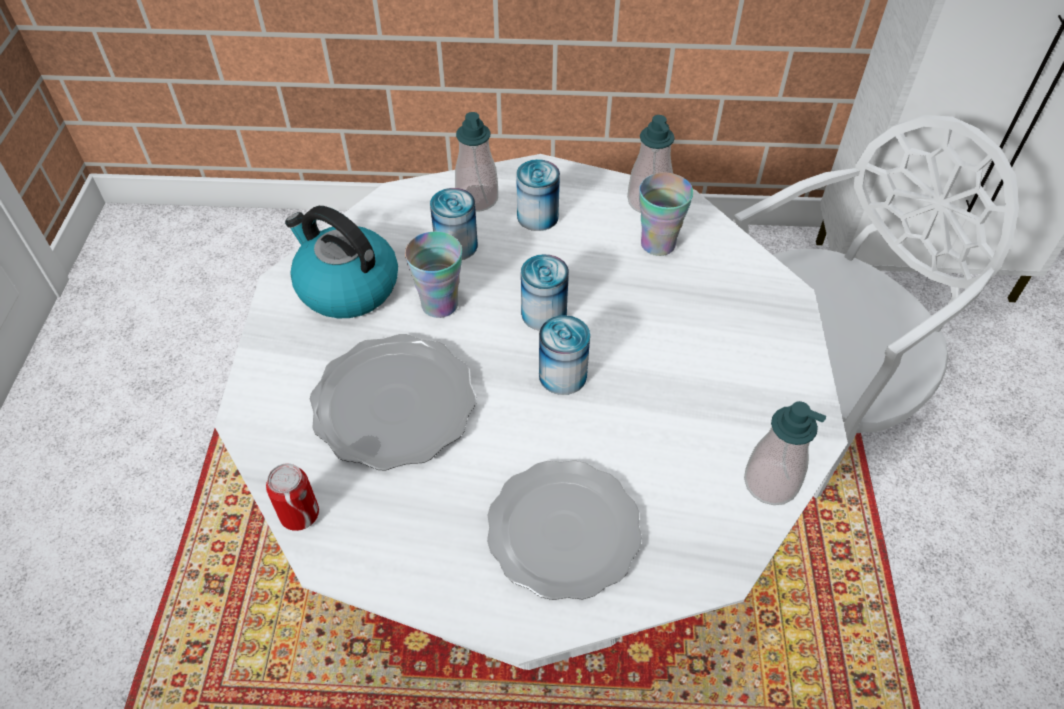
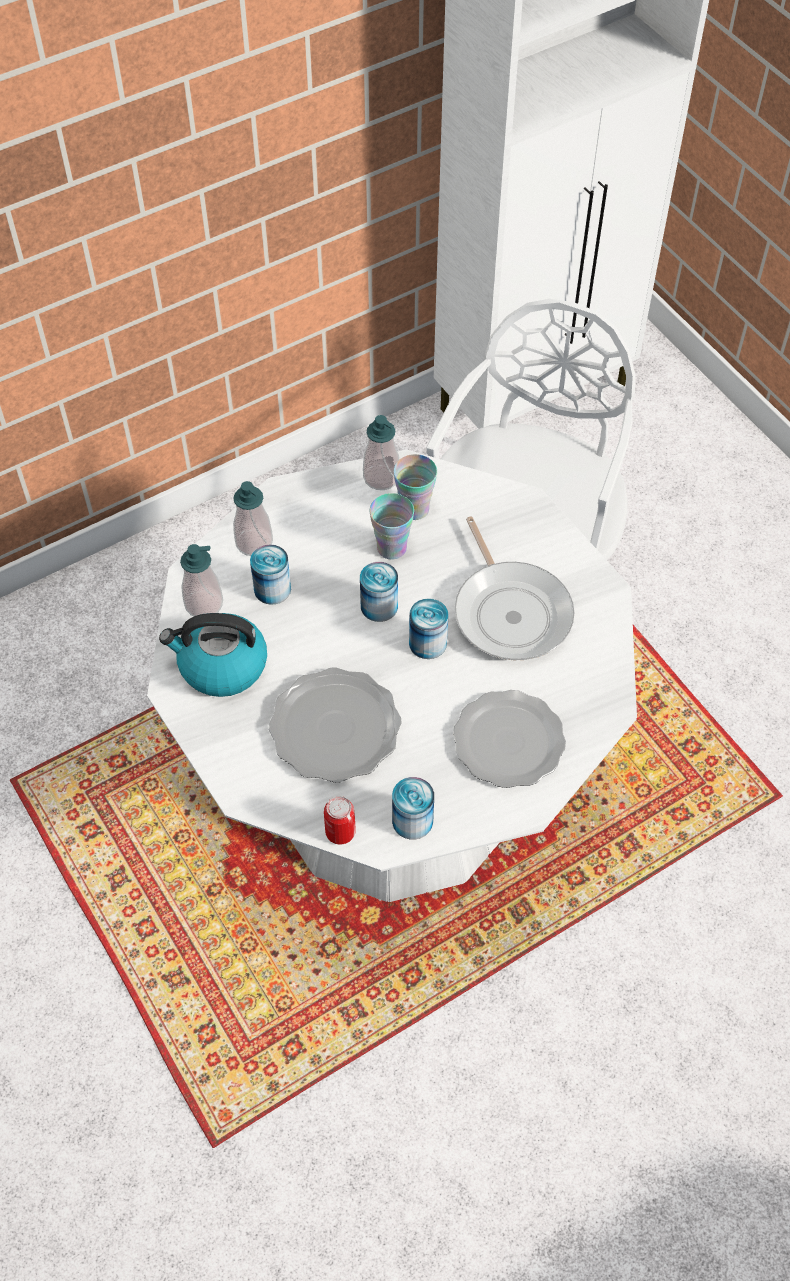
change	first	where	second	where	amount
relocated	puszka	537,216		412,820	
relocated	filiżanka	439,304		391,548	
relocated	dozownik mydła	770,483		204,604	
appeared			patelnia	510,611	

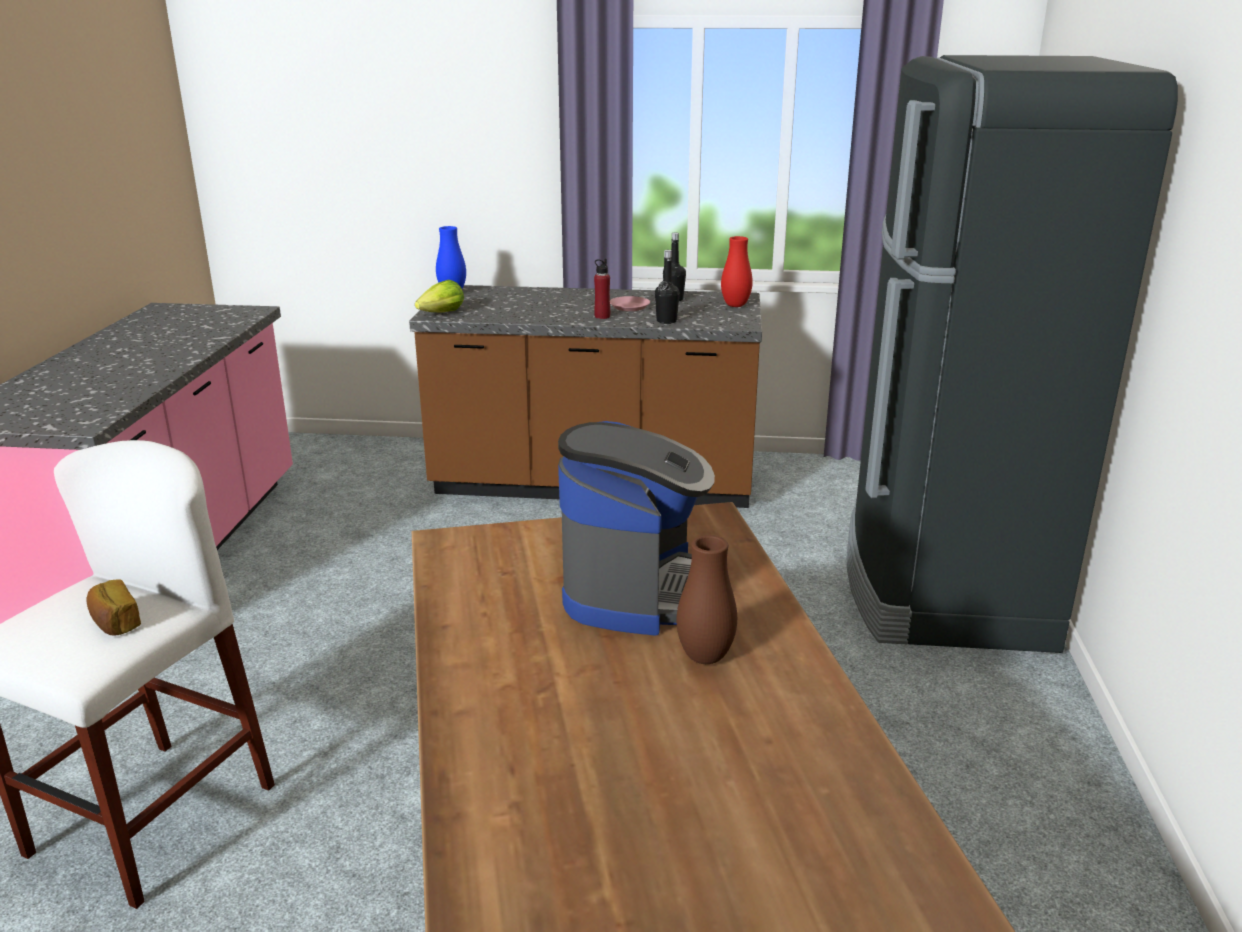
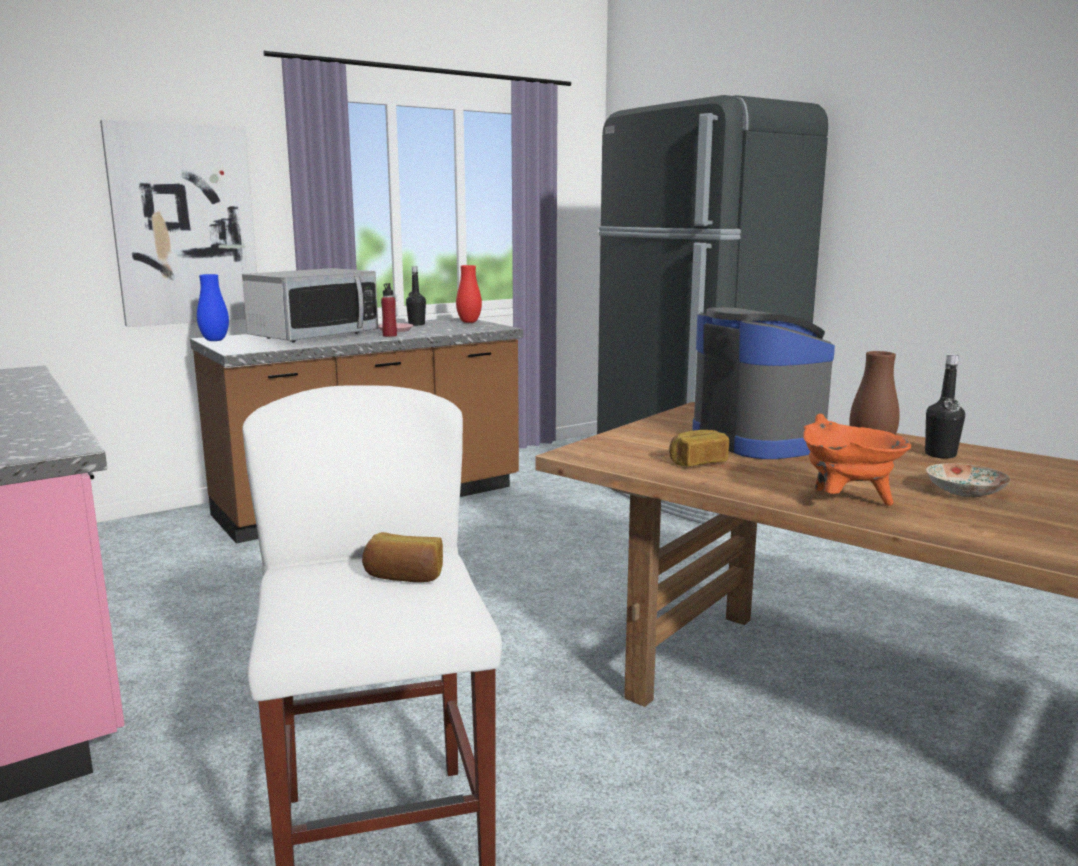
change	first	where	second	where	amount
relocated	butelka/czarny	666,321		940,455	
missing	sałata	442,314			
appeared			obraz	184,225	
appeared			mikrofalówka	314,335	
appeared			garnek/pomarańczowy	847,503	
appeared			chleb	697,462	
appeared			talerz	965,492	

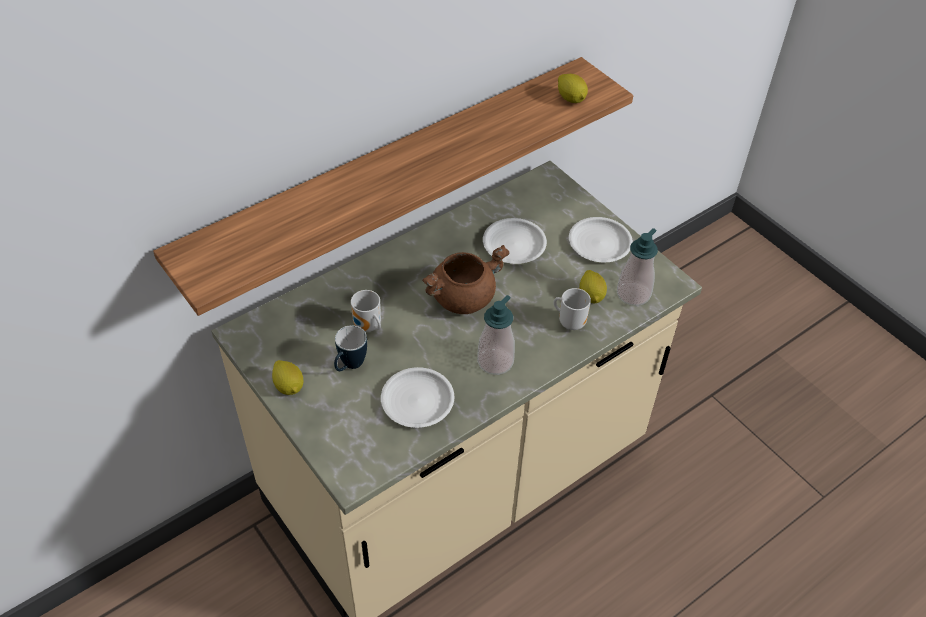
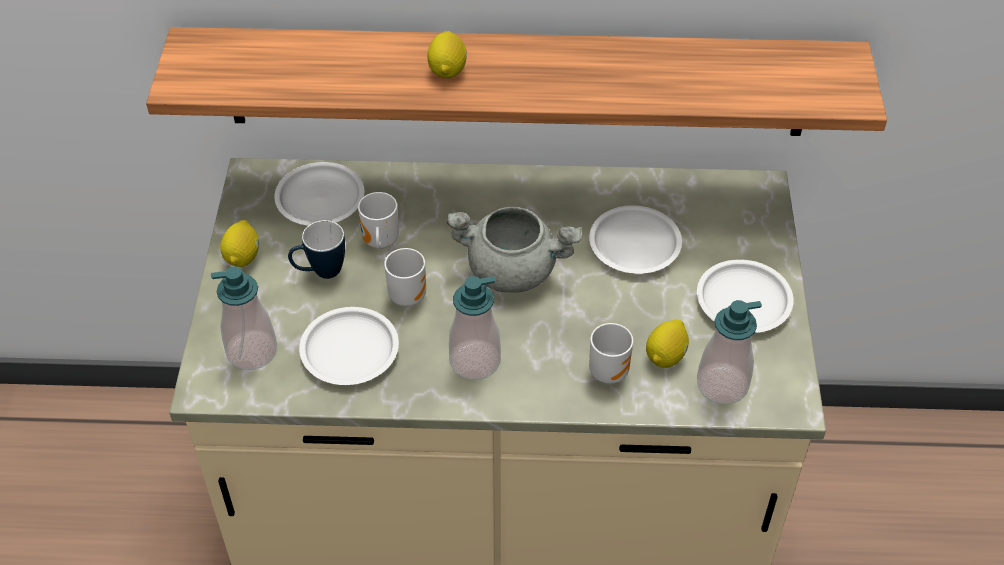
change	first	where	second	where	amount
relocated	cytryna	571,99		448,70	
colour	garnek/brązowy	463,297	garnek/szary	513,270	
appeared			talerz/biały	319,199	
appeared			kubek	406,295	
appeared			dozownik mydła	252,351	

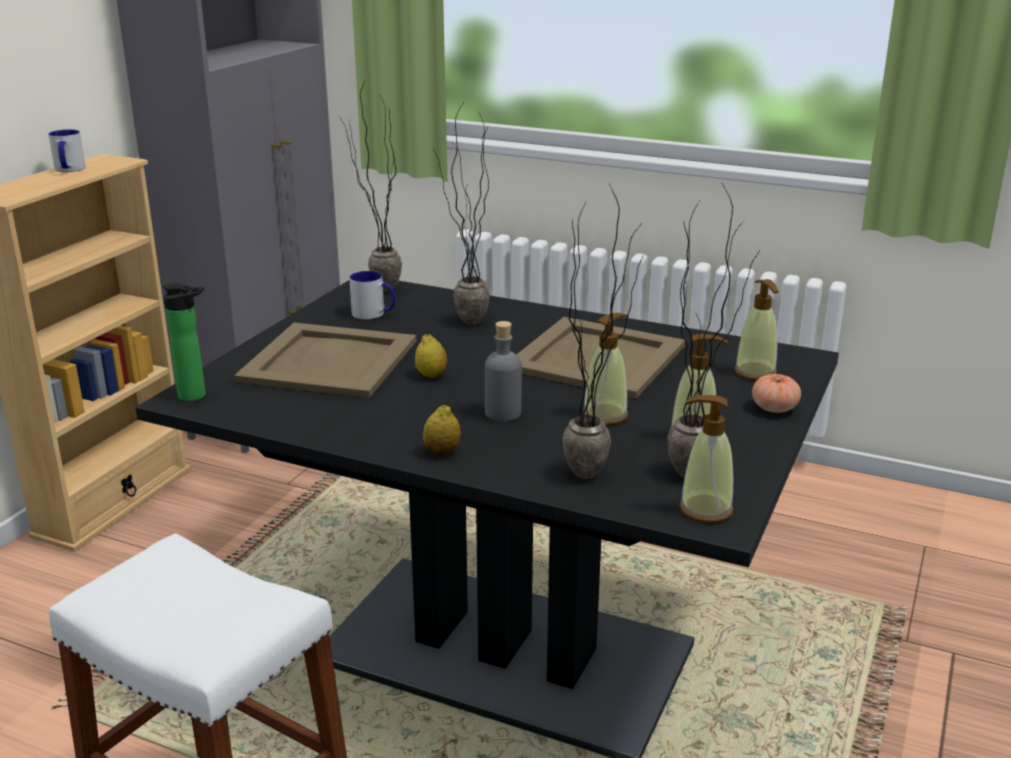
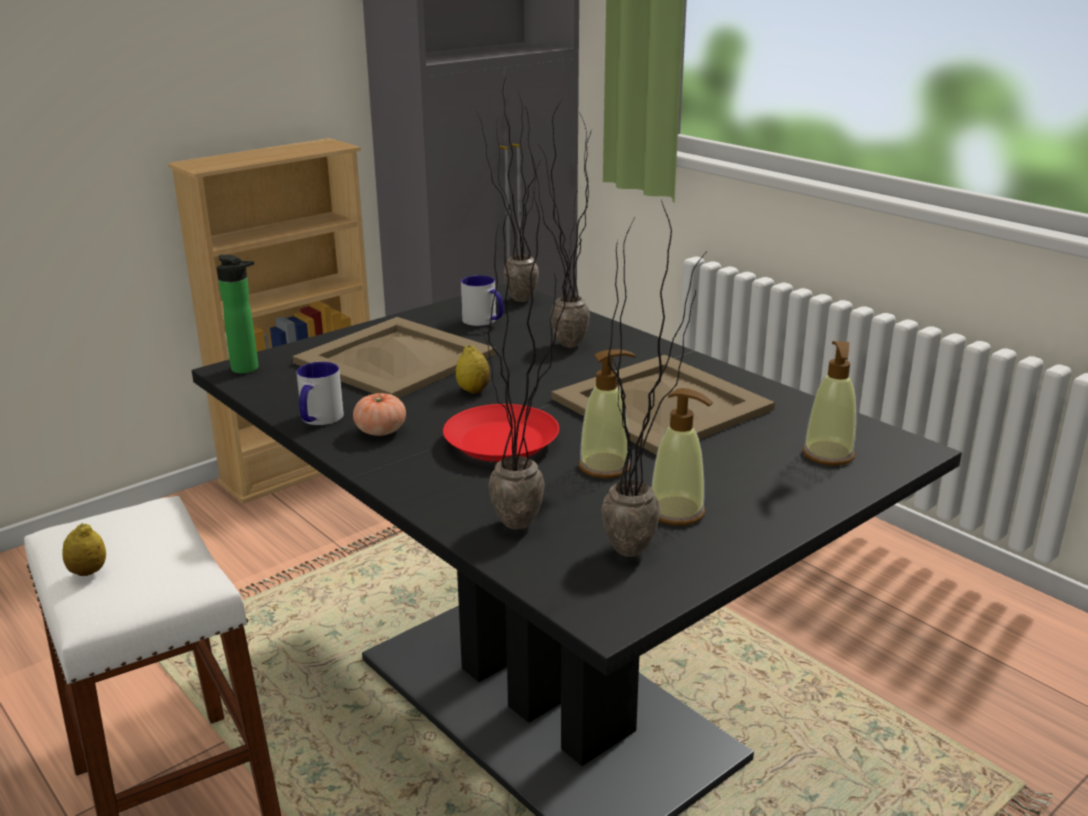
change	first	where	second	where	amount
relocated	kubek	69,170		318,420	
exchanged	butelka/szary	503,413	talerz/czerwony	502,442	
relocated	pomidor	774,408		380,431	
missing	dozownik mydła	705,510			
relocated	cytryna	442,452		88,572	

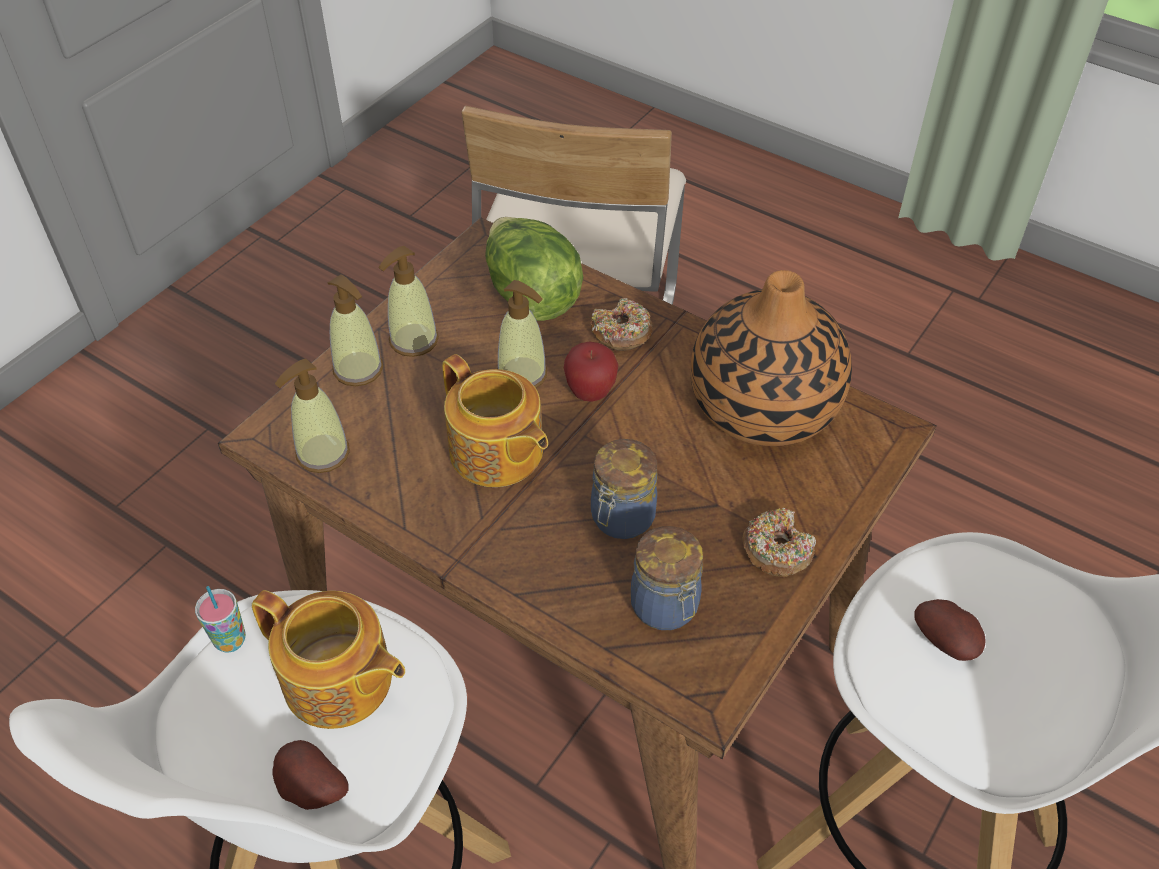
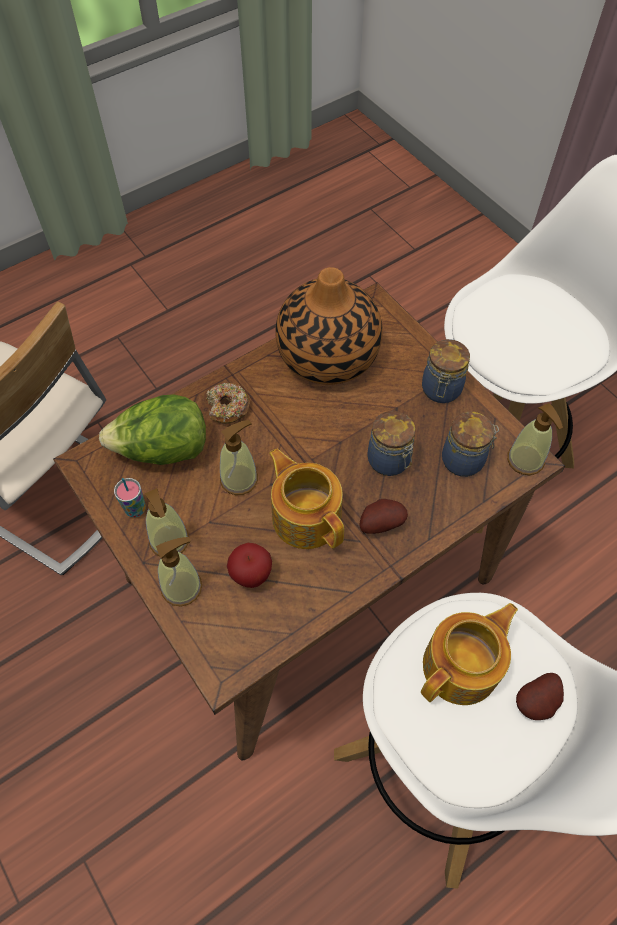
change	first	where	second	where	amount
relocated	jabłko	590,393		251,576	
spun	imbryk	496,453		306,516	105 degrees counterclockwise
relocated	dozownik mydła	322,453		525,460	
exchanged	donut	777,550	słoik	440,390	
relocated	filiżanka	230,640		135,509	
relocated	ziemniak	947,642		380,522	

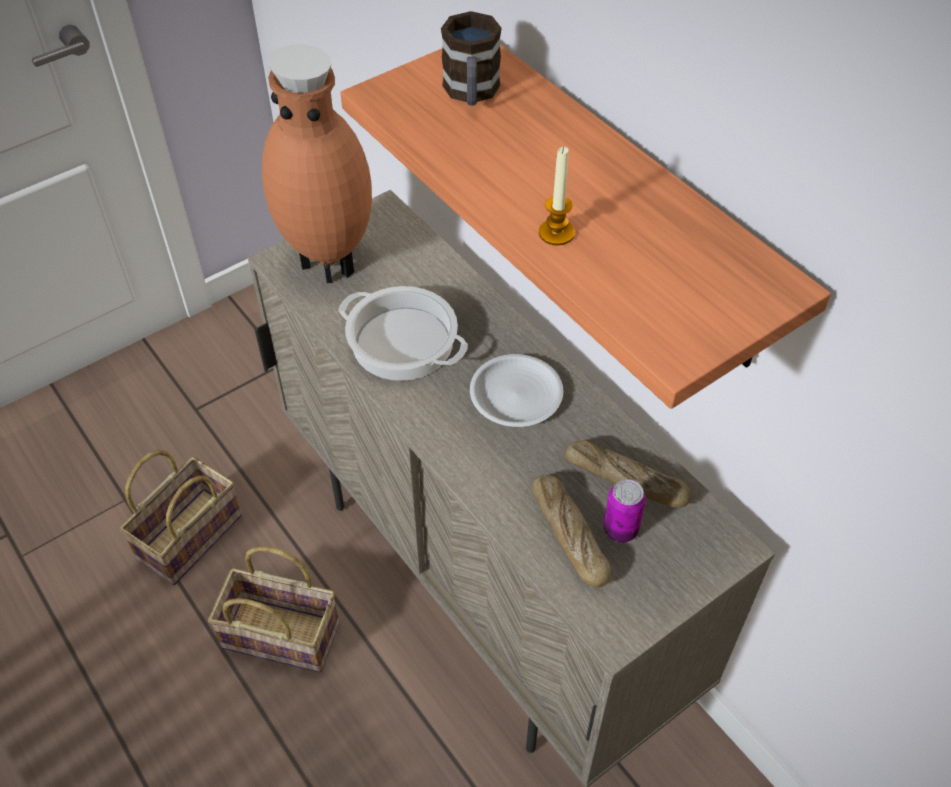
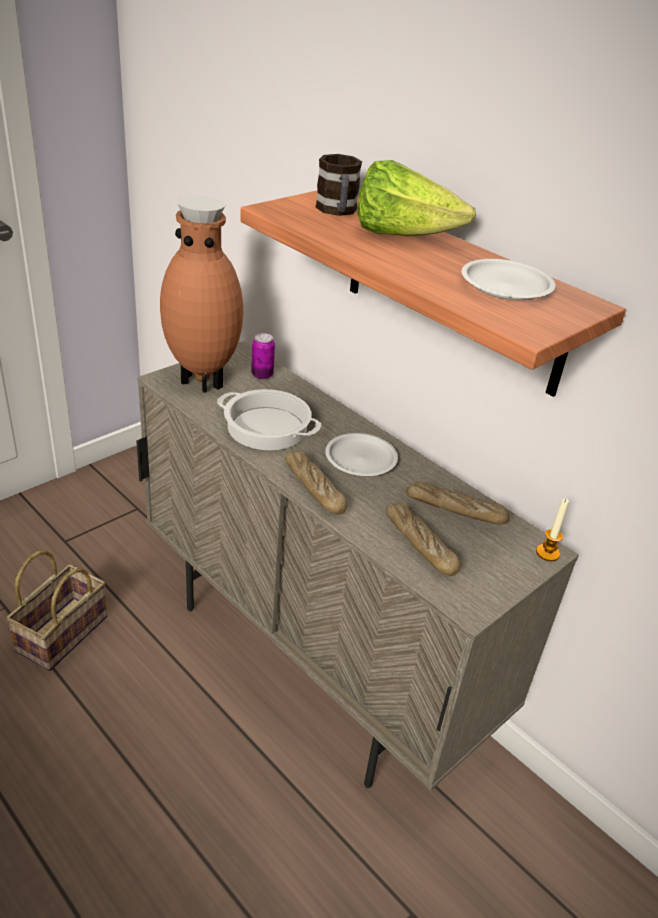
change	first	where	second	where	amount
relocated	świeca	556,233		547,553	
relocated	puszka	620,529		262,375	
missing	koszyk	284,634			
appeared			sałata	402,236	
appeared			talerz/biały	505,286	
appeared			chleb	314,488	

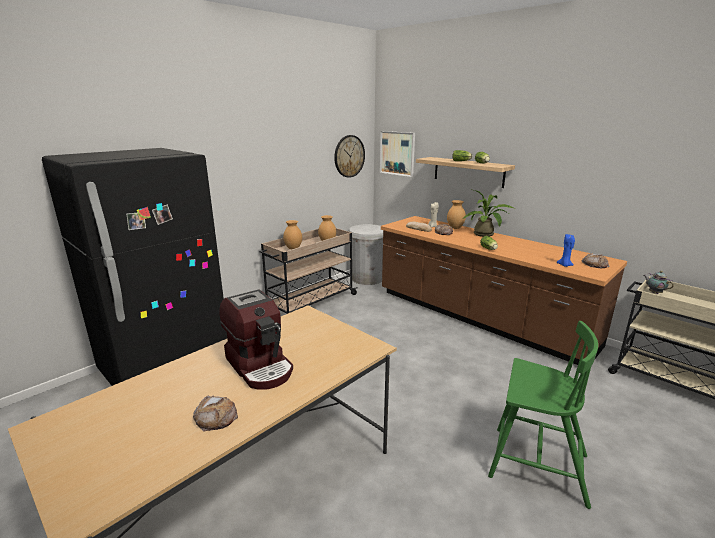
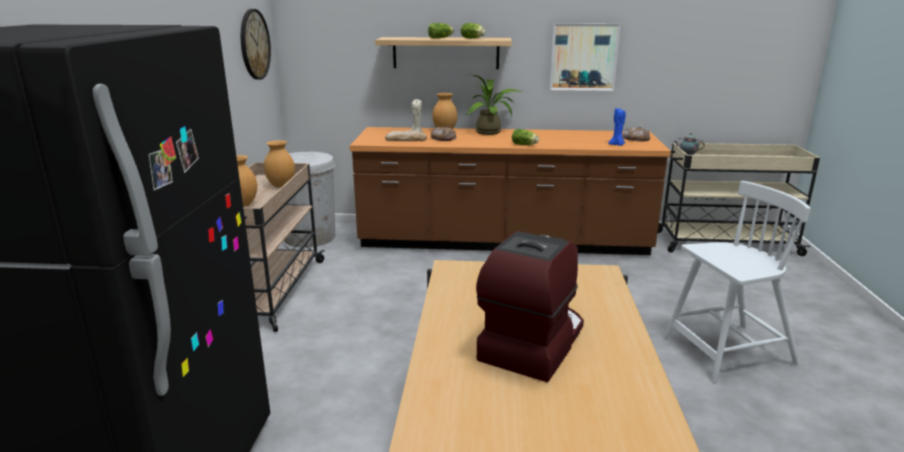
change	first	where	second	where	amount
relocated	obraz	397,153		583,57	
spun	ekspres do kawy	260,366		531,343	75 degrees counterclockwise
colour	krzesło/zielony	536,465	krzesło/biały	726,352	
missing	chleb	216,417			

